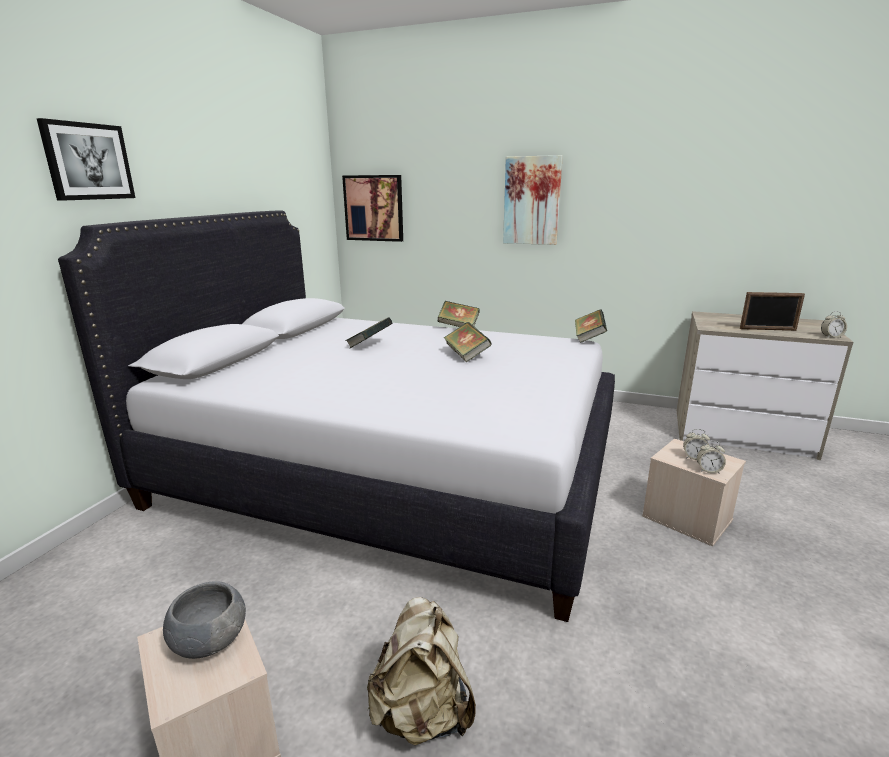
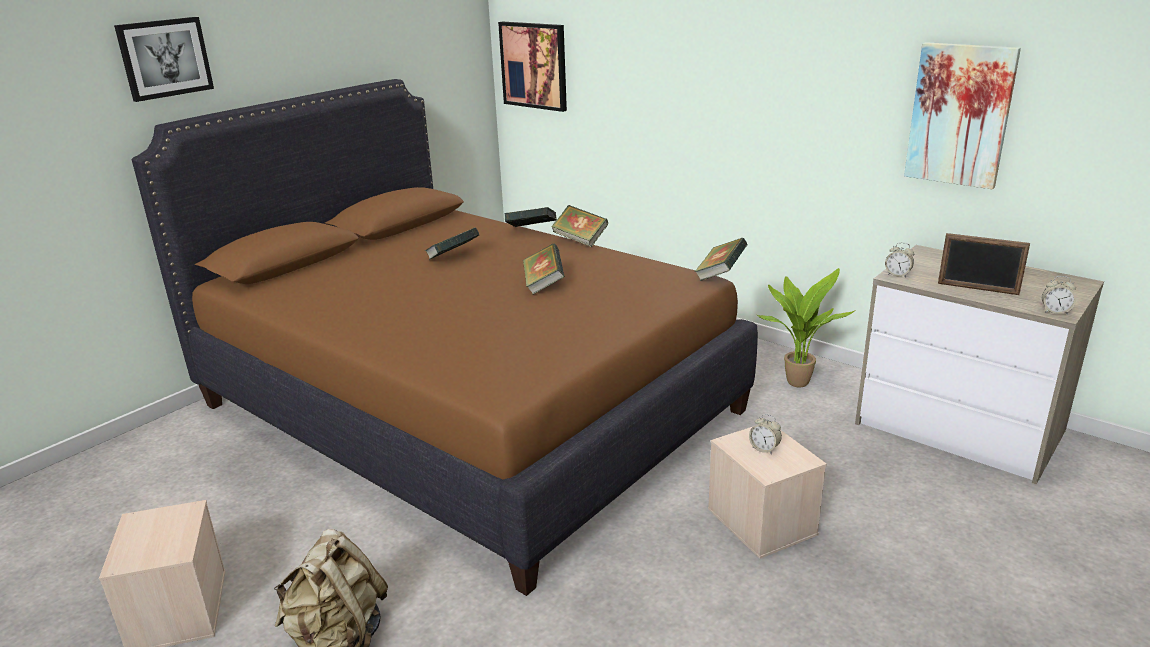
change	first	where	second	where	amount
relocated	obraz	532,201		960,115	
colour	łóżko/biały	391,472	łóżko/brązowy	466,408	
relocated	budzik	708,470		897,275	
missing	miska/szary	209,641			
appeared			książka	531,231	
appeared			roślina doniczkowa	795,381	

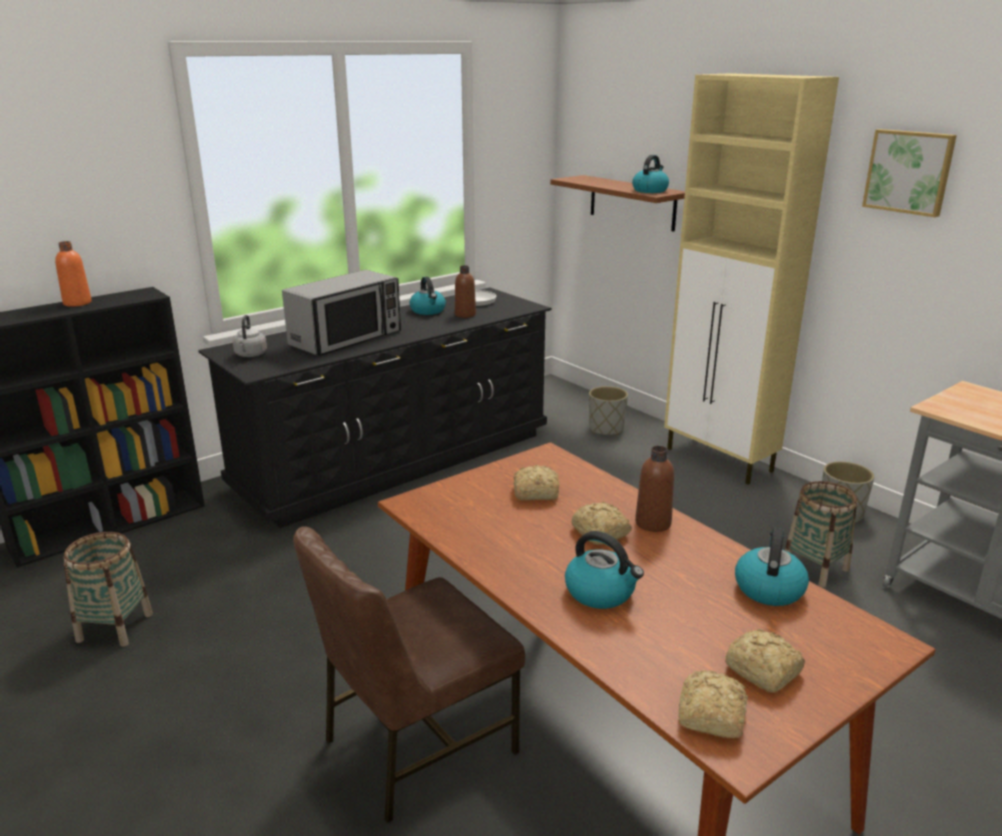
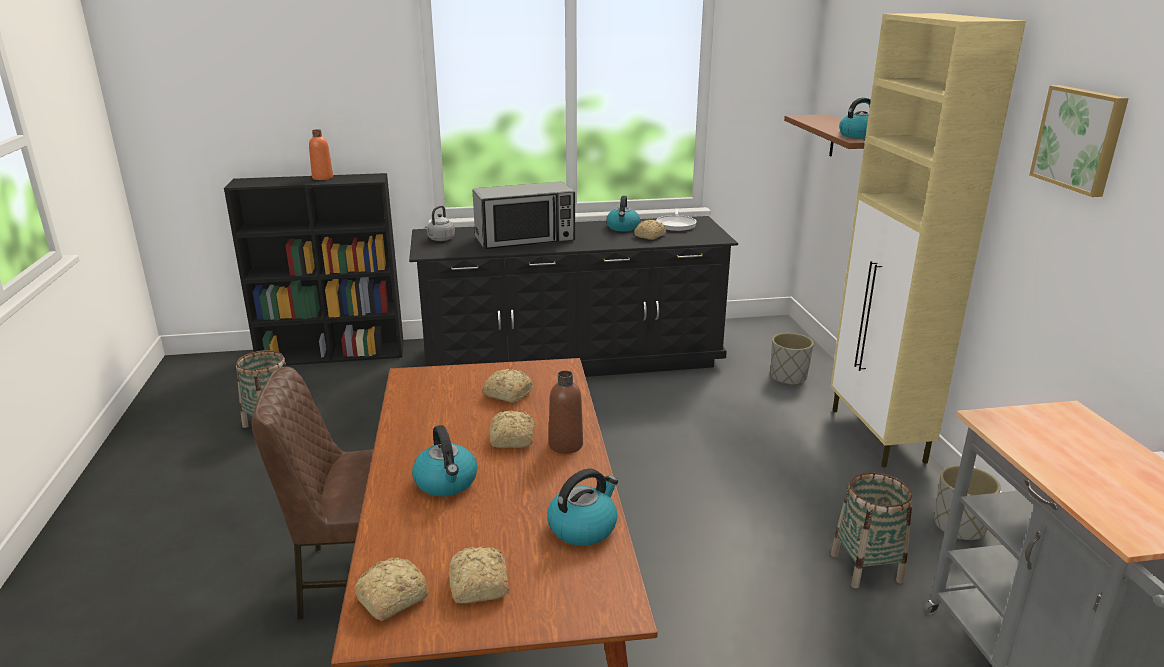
change	first	where	second	where	amount
exchanged	butelka/brązowy	465,315	chleb	649,236	

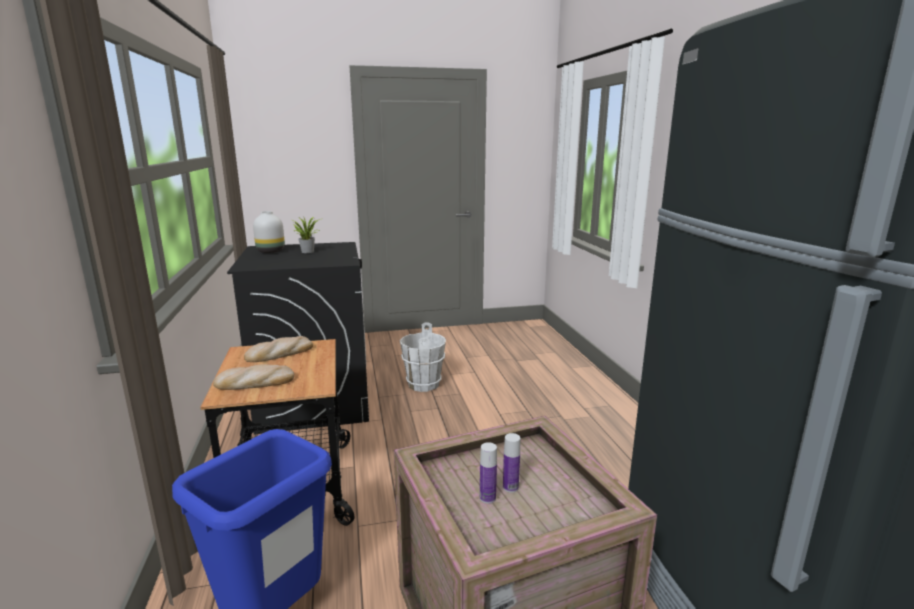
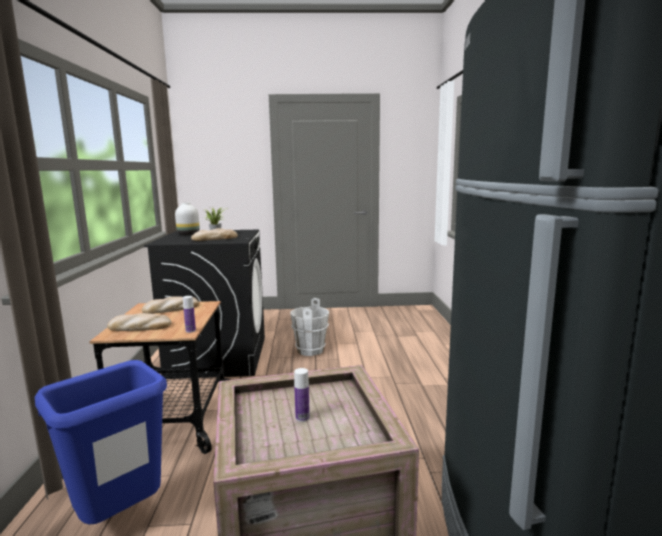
change	first	where	second	where	amount
relocated	butelka	487,498		190,330	
appeared			chleb	214,238	

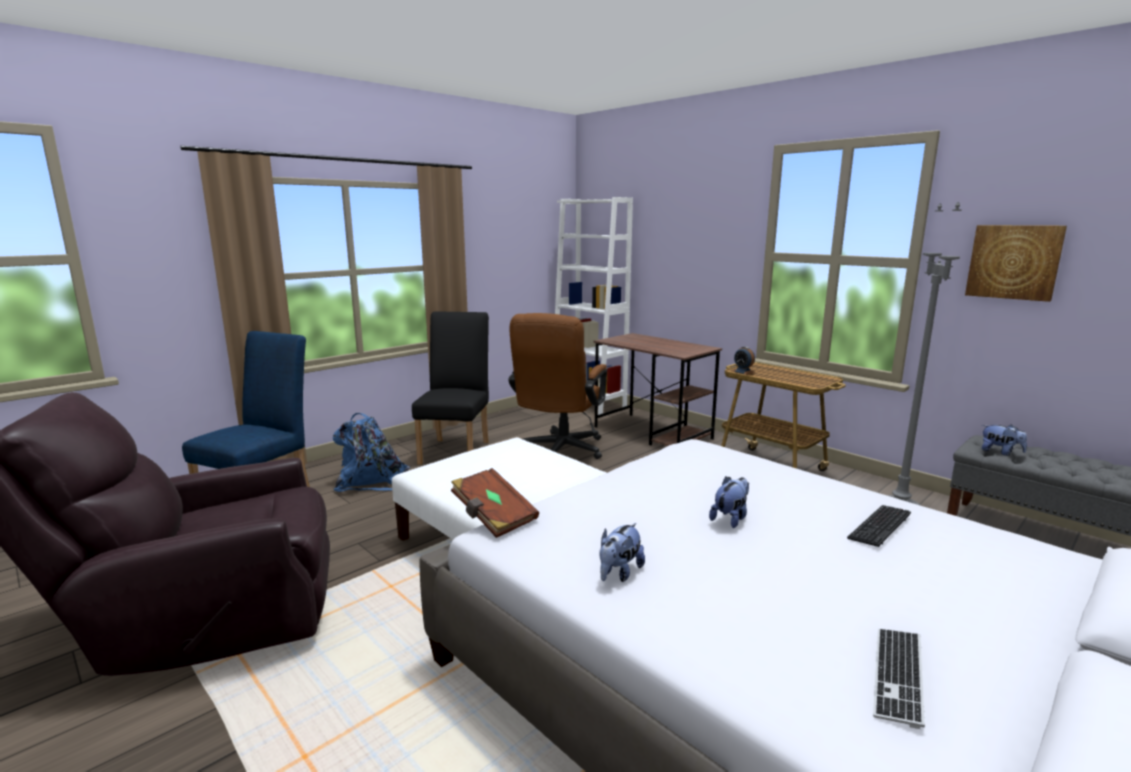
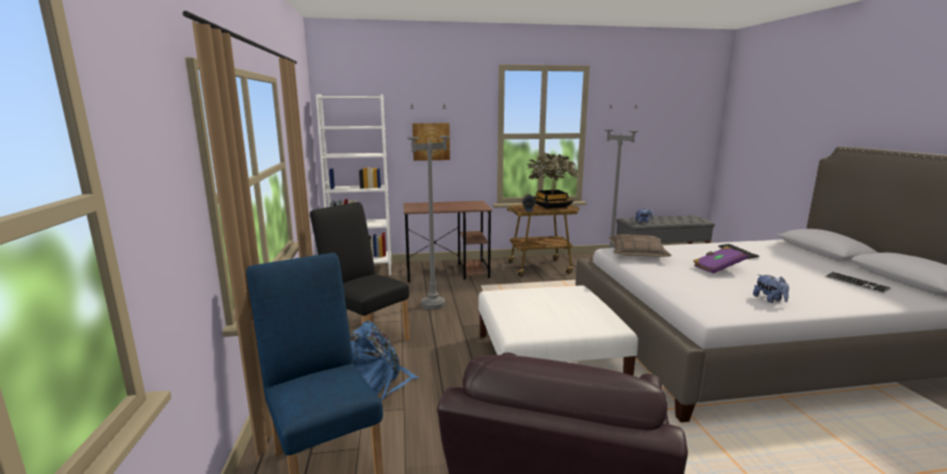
change	first	where	second	where	amount
relocated	obraz	1013,262		431,141	
exchanged	krzesło biurowe/brązowy	559,452	lampa stojąca/szary	433,304	
missing	książka/brązowy	493,517			
exchanged	pluszak	730,518	książka/fioletowy	717,268	
appeared			roślina doniczkowa	551,206	
appeared			poduszka	637,253	

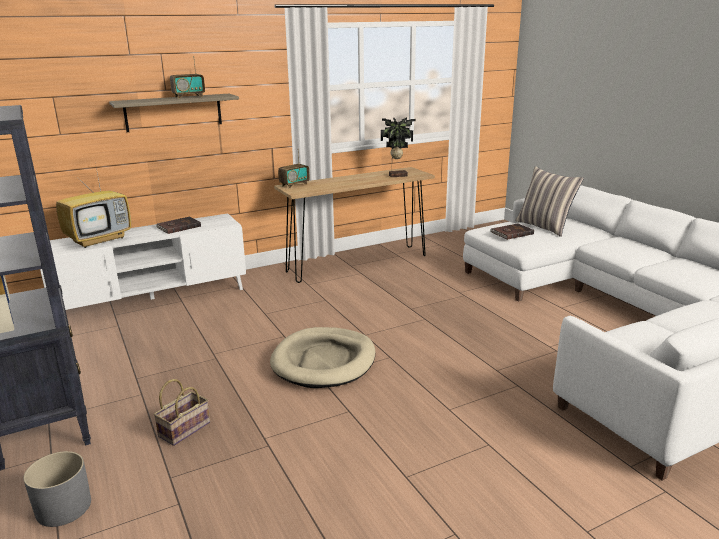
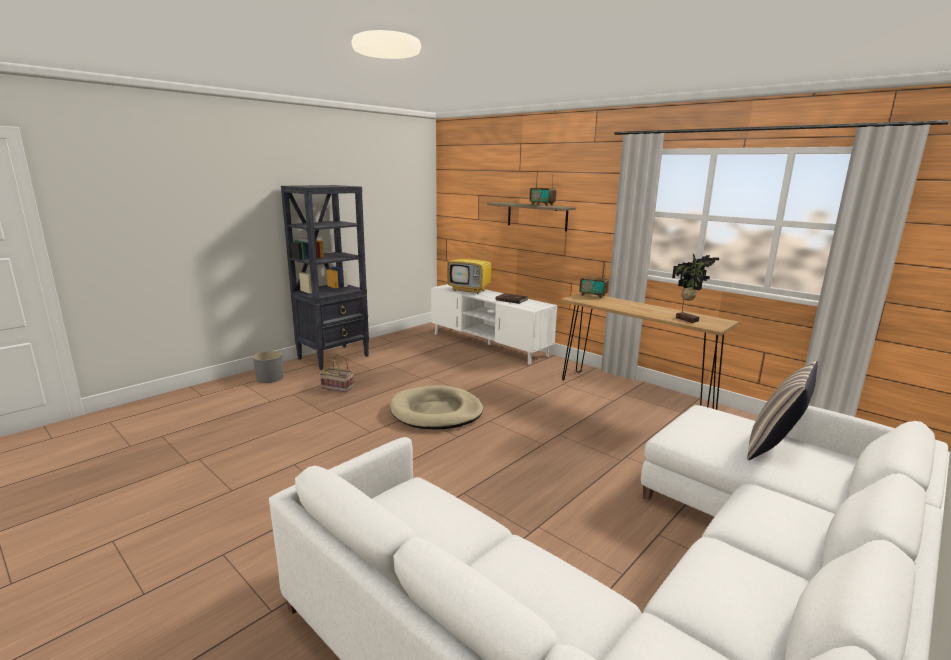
change	first	where	second	where	amount
missing	książka/brązowy	511,233			

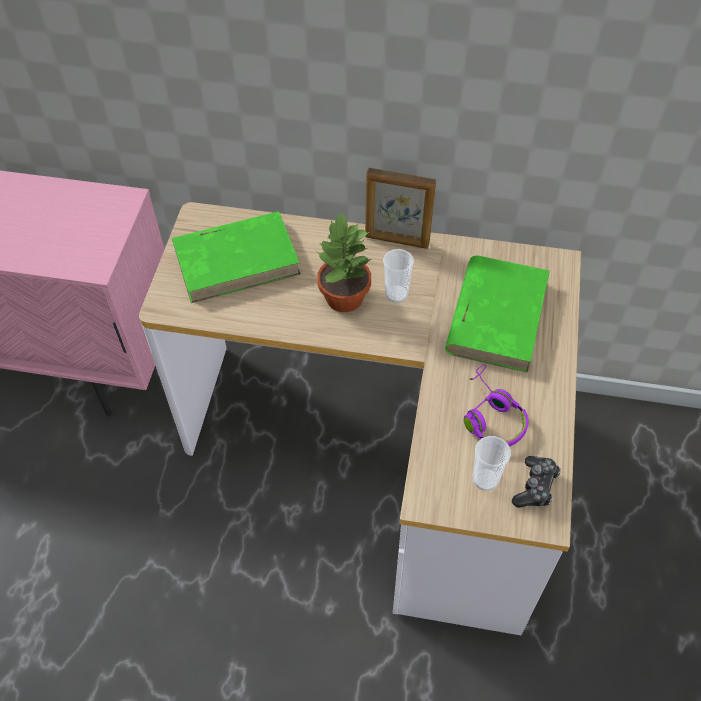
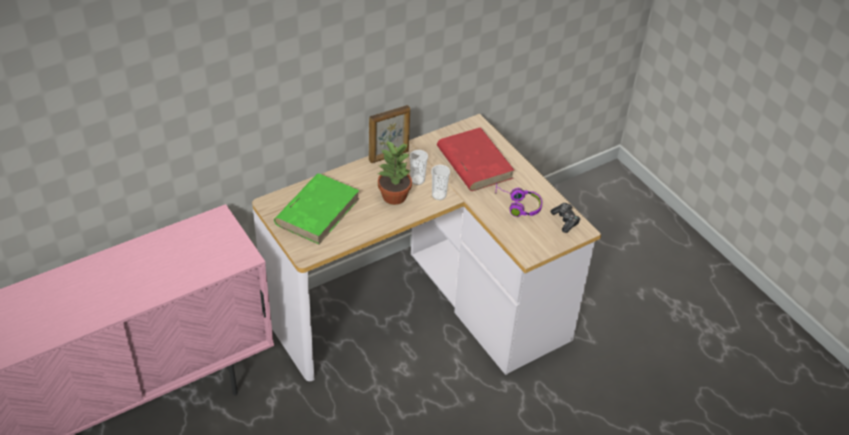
change	first	where	second	where	amount
colour	książka/zielony	497,315	książka/czerwony	474,162	
relocated	filiżanka	485,479		439,195	

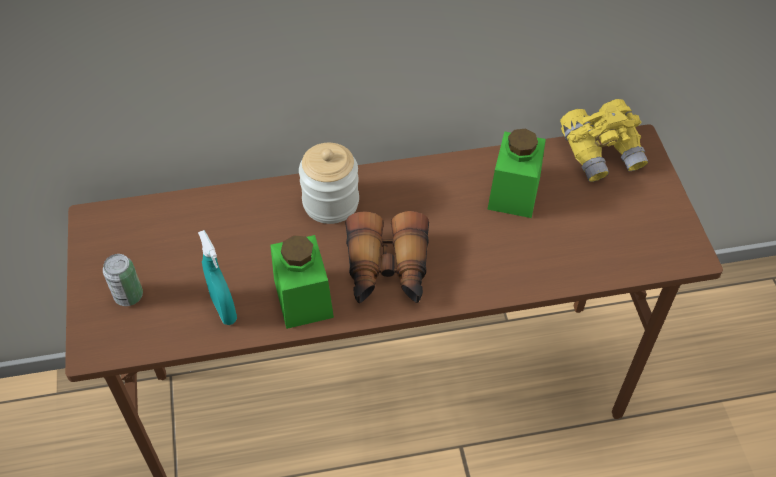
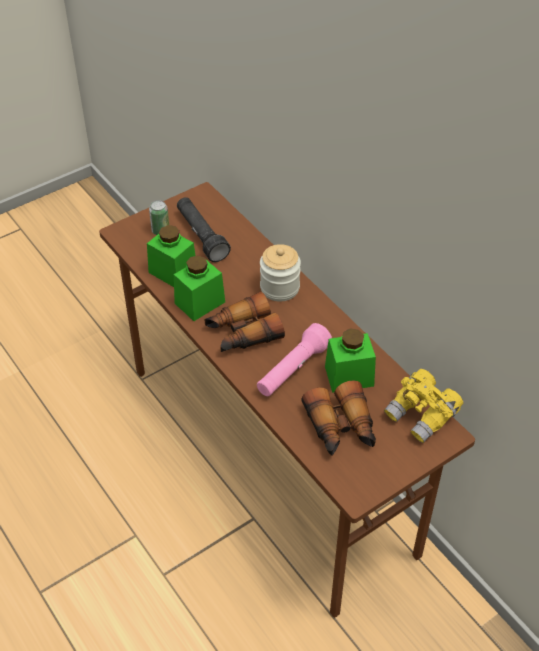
change	first	where	second	where	amount
exchanged	spryskiwacz/turkusowy	224,309	słoik/zielony	173,272	
appeared			latarka/czarny	201,236	
appeared			latarka/różowy	292,370	
appeared			lornetka	341,428	

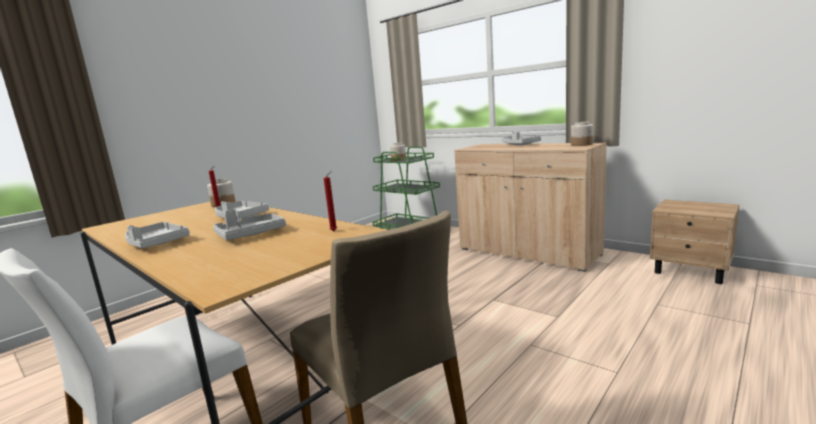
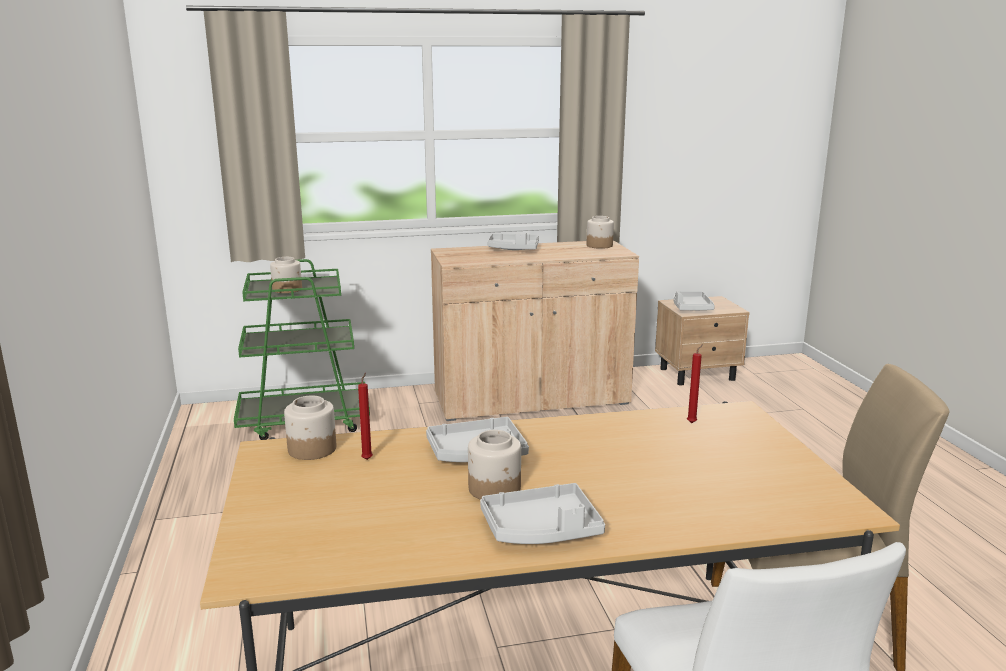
change	first	where	second	where	amount
relocated	taca/szary	250,234		691,308	
appeared			słoik	495,489	

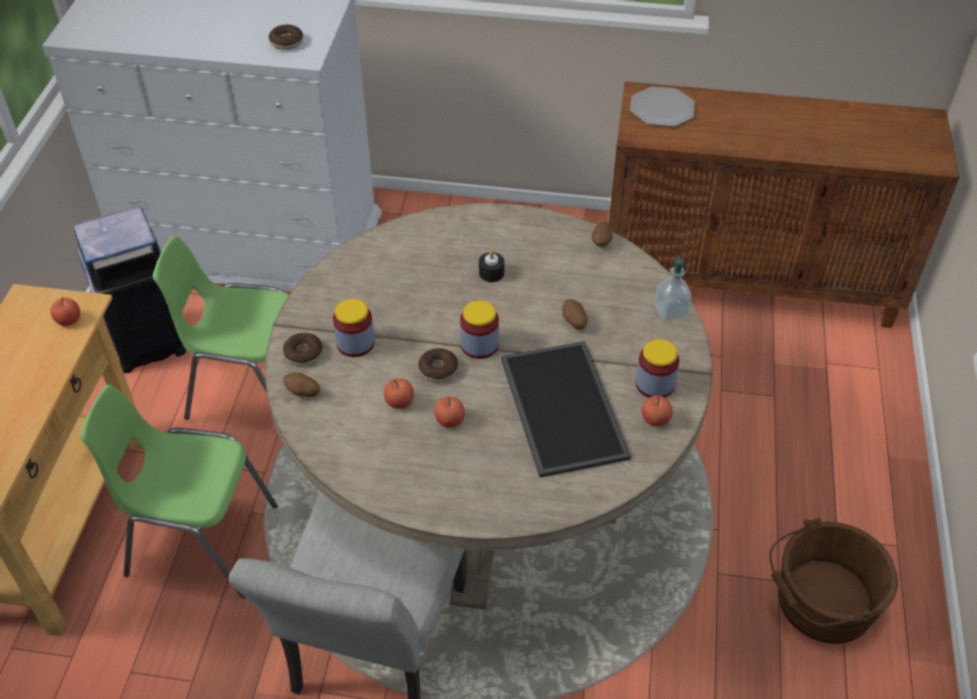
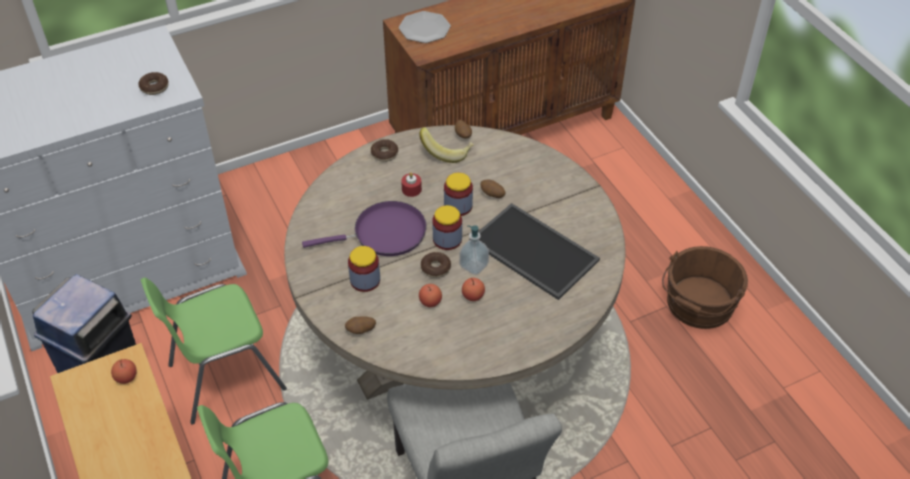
change	first	where	second	where	amount
colour	świeca/czarny	491,273	świeca/czerwony	411,189	
relocated	dozownik mydła	670,311		474,265	
relocated	donut	303,353		384,154	
relocated	słoik	654,384		458,206	
missing	jabłko	655,419			
appeared			banan	447,152	
appeared			patelnia/fioletowy	384,234	

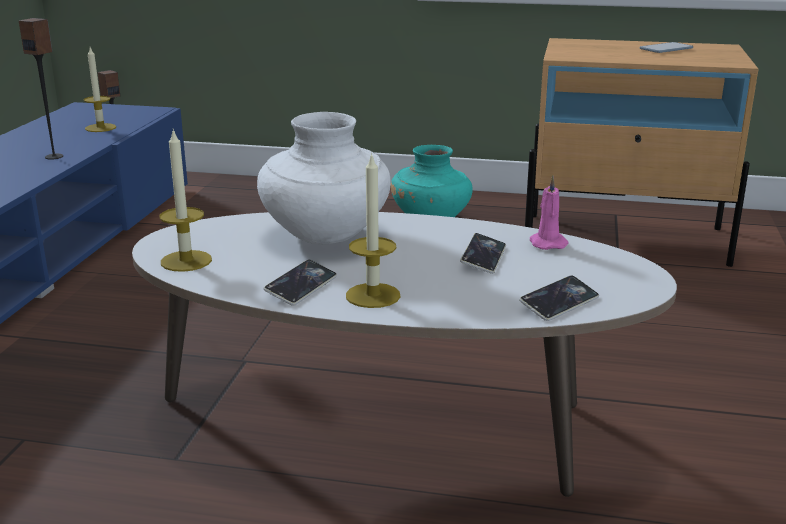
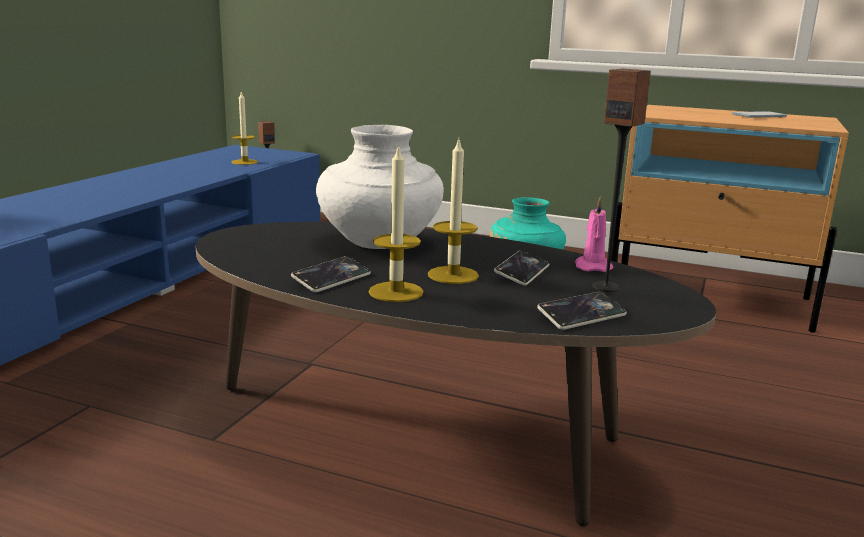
change	first	where	second	where	amount
relocated	głośnik	54,156		606,287	
relocated	świeca	186,261		453,275	
colour	ława/biały	392,427	ława/czarny	426,437	

